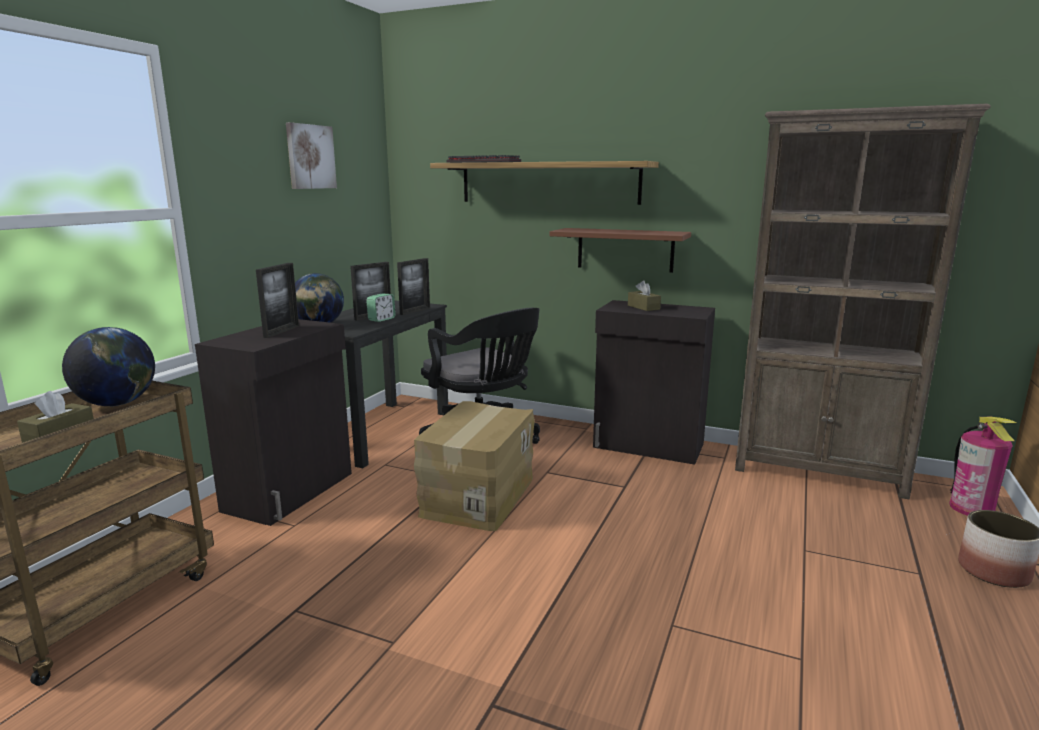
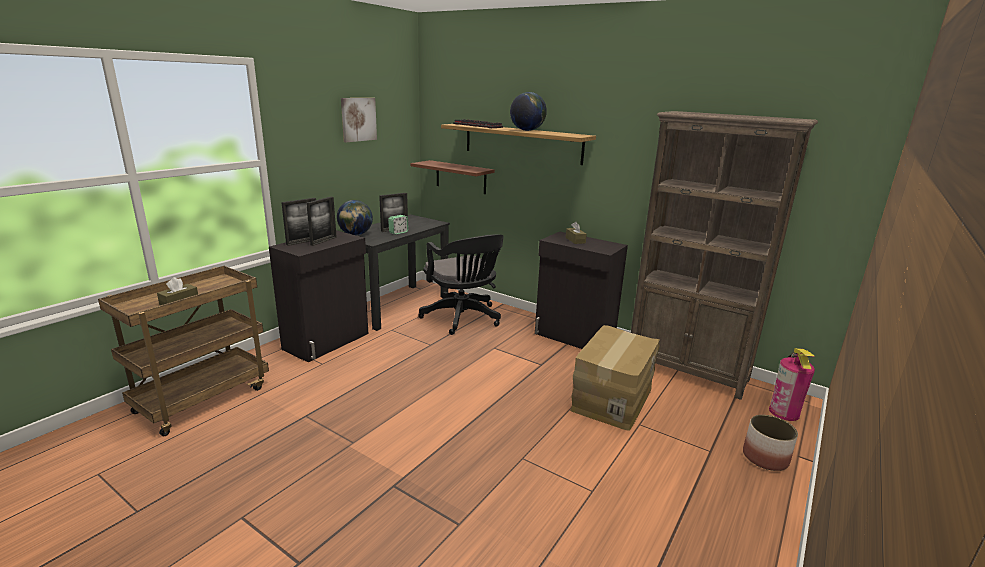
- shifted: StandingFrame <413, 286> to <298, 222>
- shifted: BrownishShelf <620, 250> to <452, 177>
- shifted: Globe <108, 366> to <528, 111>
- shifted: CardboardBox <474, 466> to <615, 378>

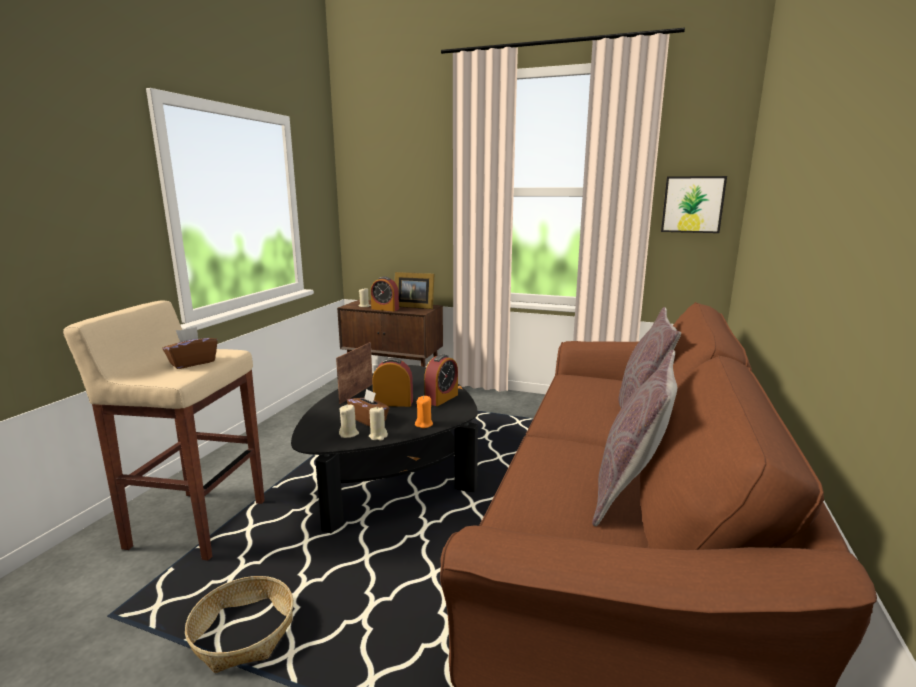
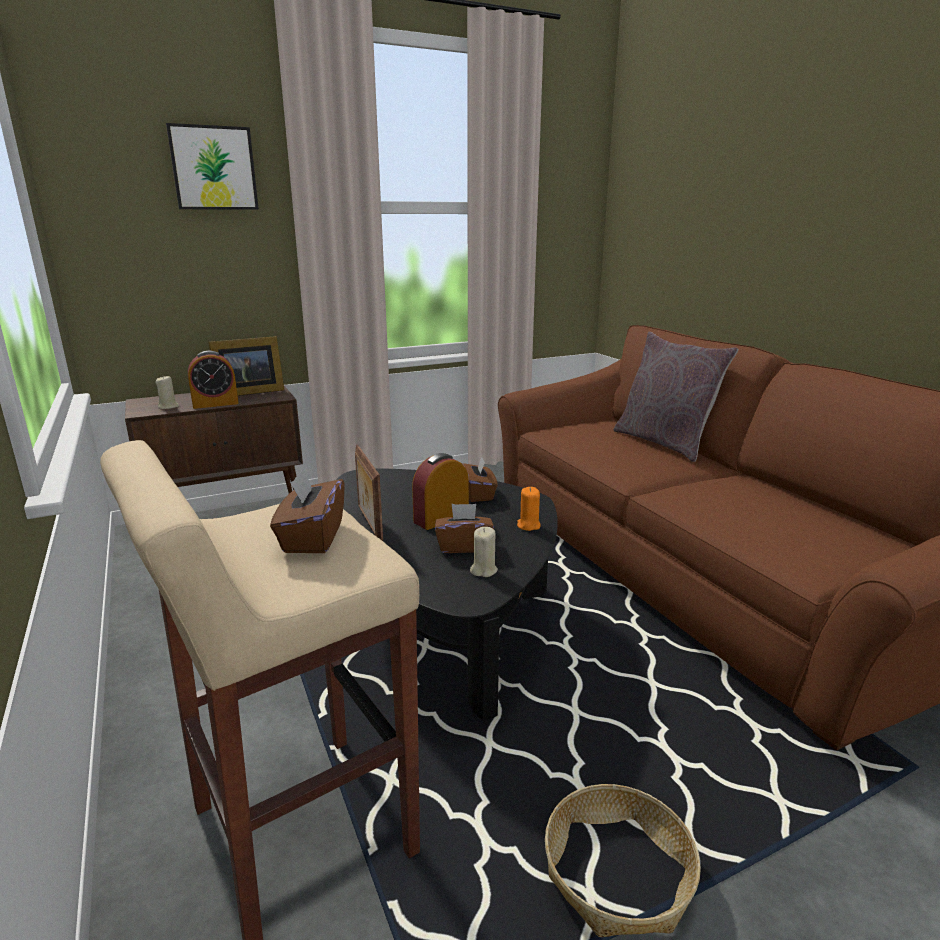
- shifted: WallArt <694, 204> to <212, 166>
- swapped: TableClock <441, 380> to BrownishTissueHolder <480, 479>
- gone: SandColouredCandle <378, 424>
- gone: GreyCushion <634, 438>

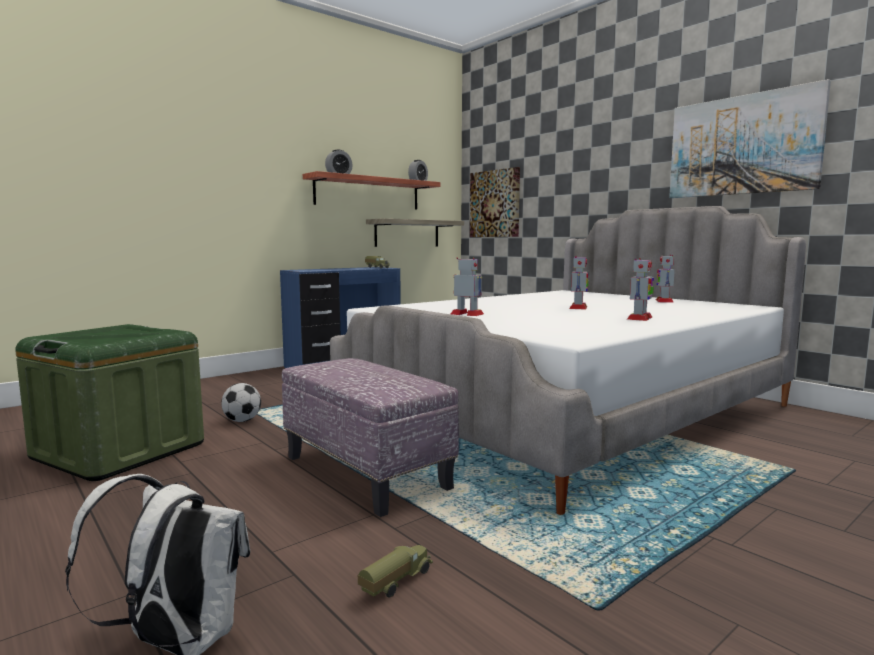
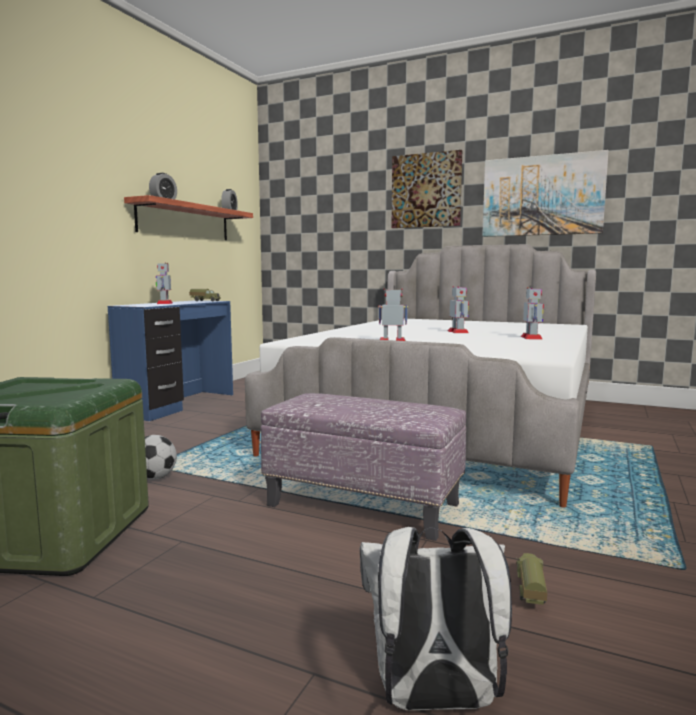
- shifted: ToyRobot <665, 279> to <164, 283>
- shifted: WallArt <495, 202> to <426, 189>
- gone: Shelf <415, 232>

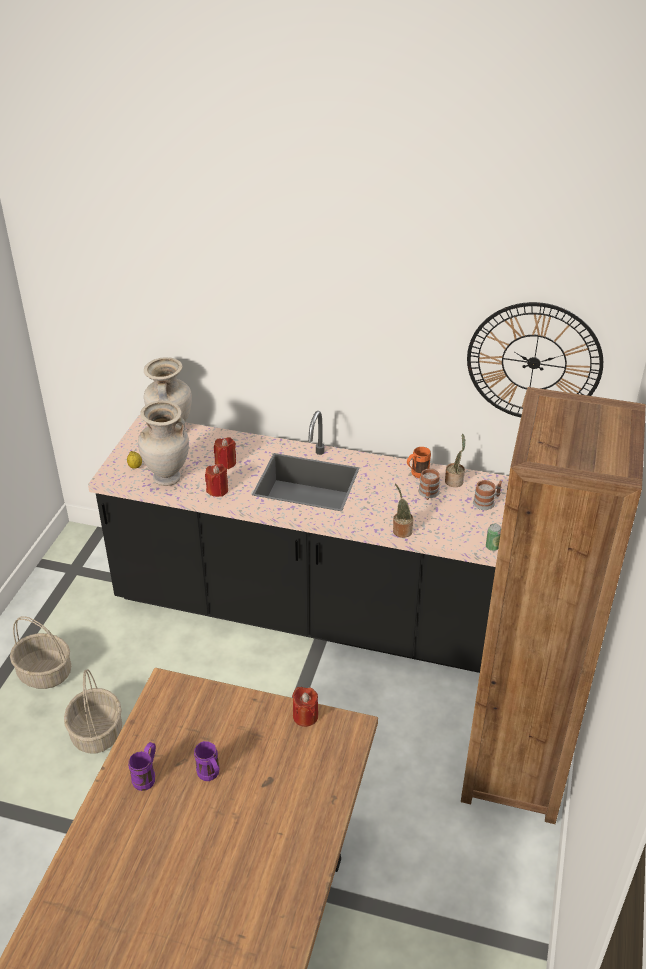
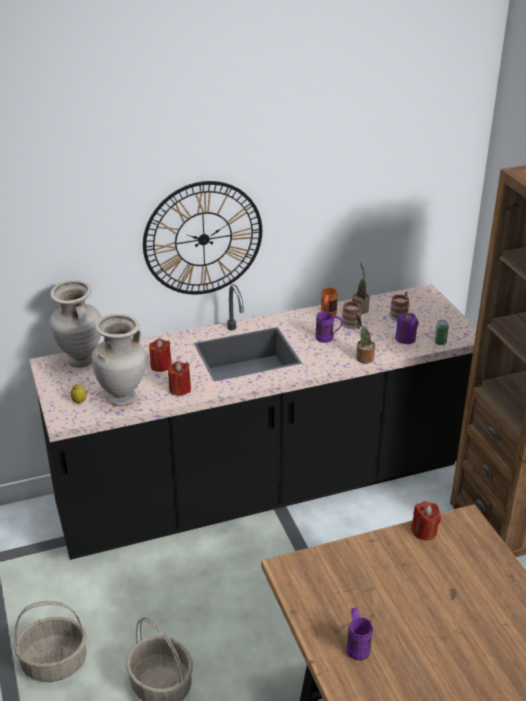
- shifted: HangingClock <535, 359> to <202, 238>
- shifted: PurpleColouredMug <206, 761> to <329, 327>
- new: PurpleColouredCandle <407, 328>

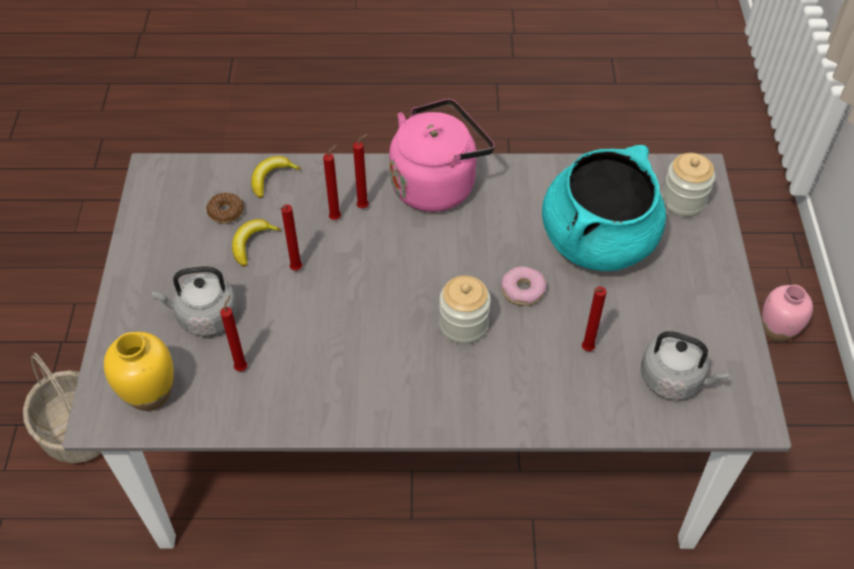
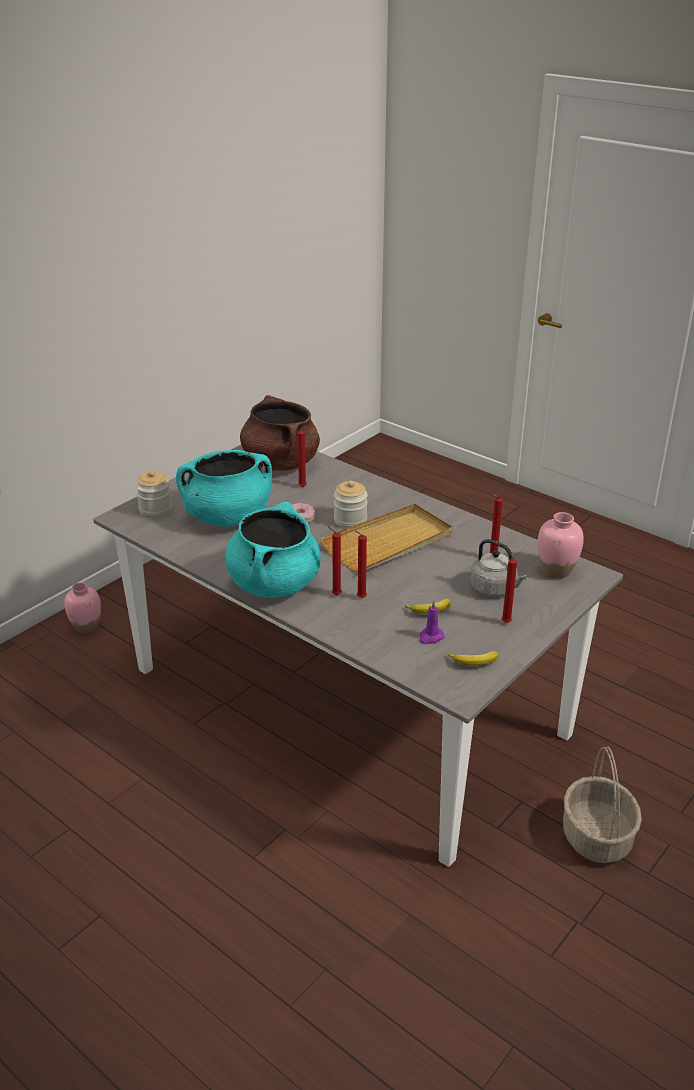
- swapped: PinkWaterKettle <442, 155> to BlueGreenSaucepot <273, 550>
- swapped: GreyWaterKettle <685, 365> to BrownishSaucepot <280, 433>
- new: SandColouredTray <386, 538>
- swapped: Donut <225, 208> to PurpleColouredCandle <432, 622>
- shifted: WholeBanana <276, 177> to <473, 658>
- shifted: ReddishCandle <291, 237> to <512, 587>
- repainted: YellowVase <139, 371> to PinkVase <561, 545>

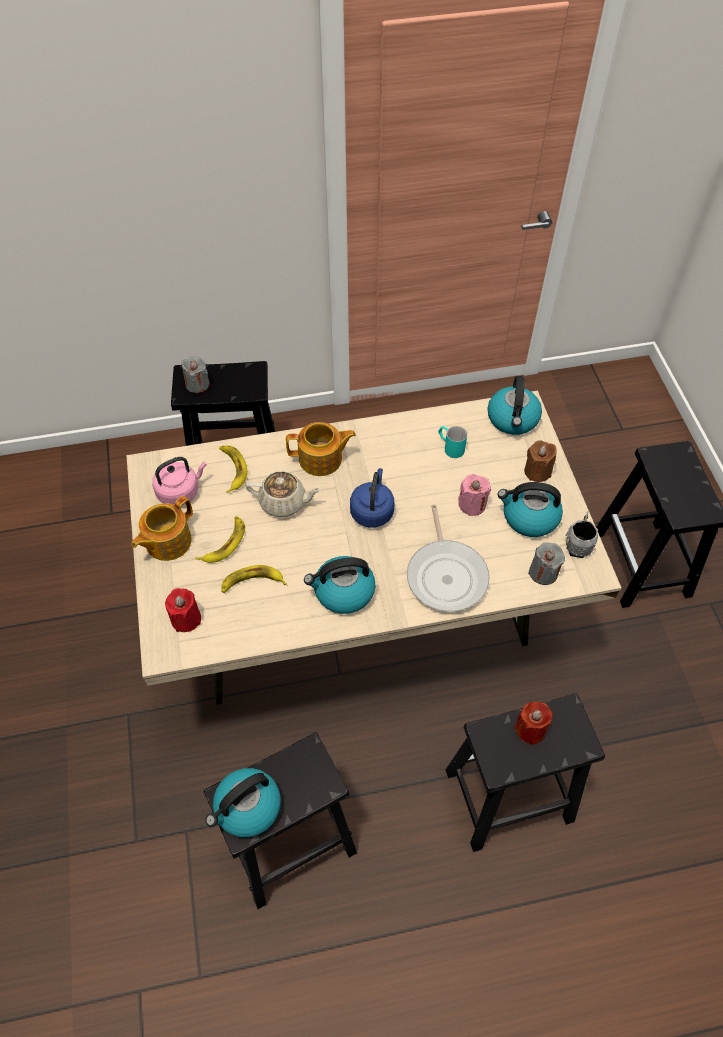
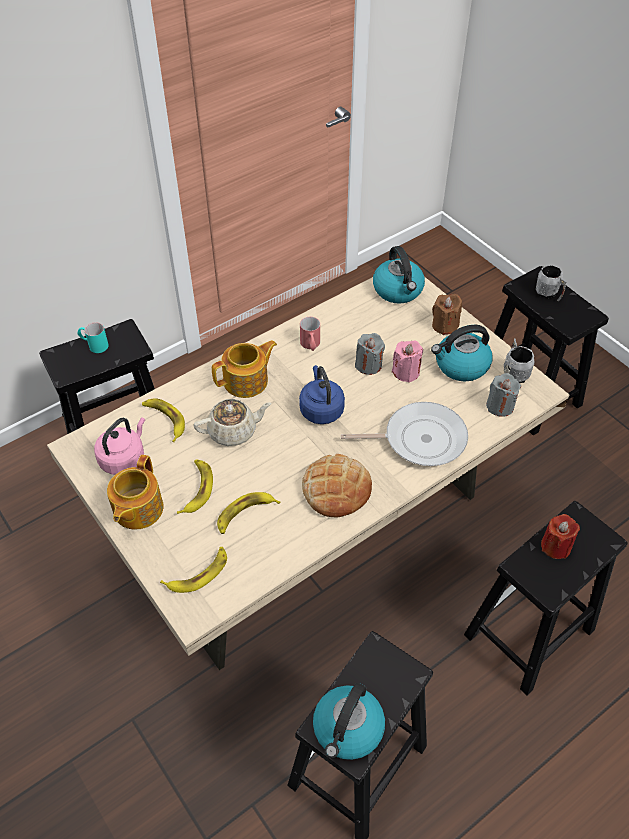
- shifted: BlueGreenMug <452, 442> to <93, 337>
- swapped: ReddishCandle <183, 610> to WholeBanana <193, 570>
- new: ReddishMug <310, 334>
- swapped: WaterKettle <340, 585> to Bread <337, 485>
- rotated: FryingPan <448, 558> = <404, 434> 60 degrees counterclockwise
- shifted: GreyCandle <195, 374> to <370, 354>
- new: GreyMug <551, 283>

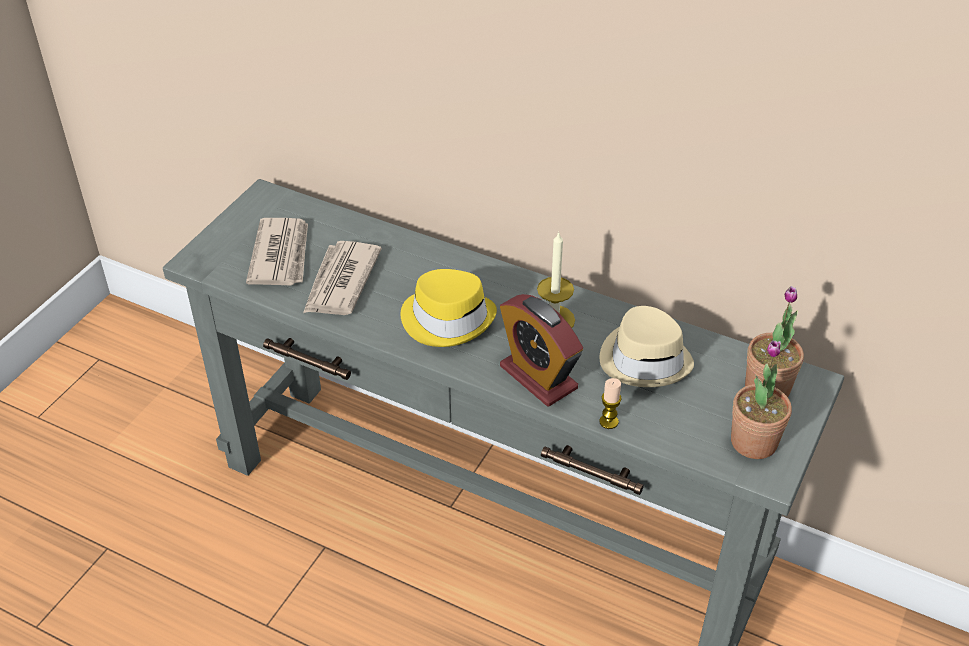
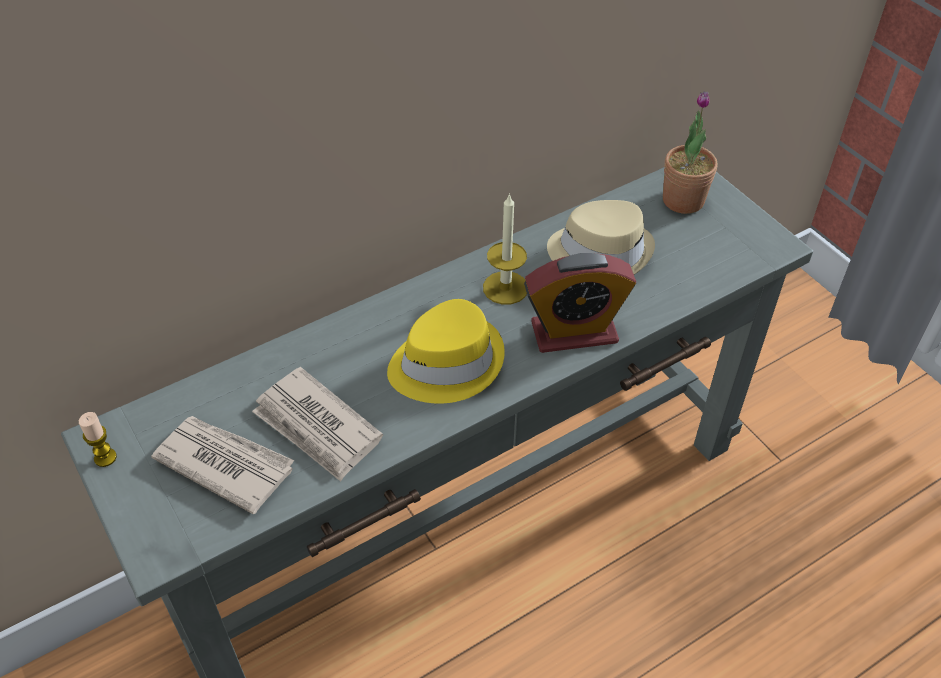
- shifted: Candle <610, 403> to <98, 439>
- gone: PottedPlant <761, 399>

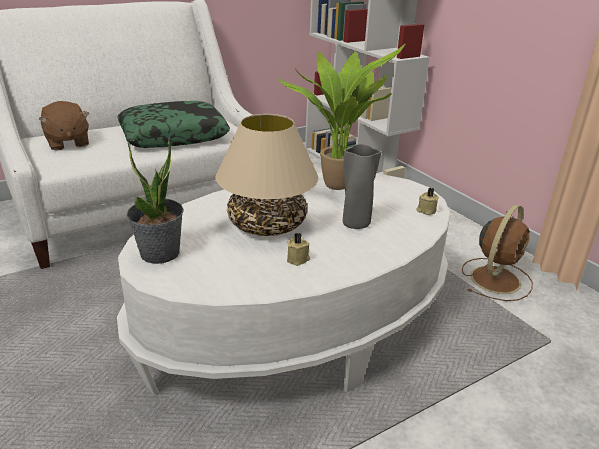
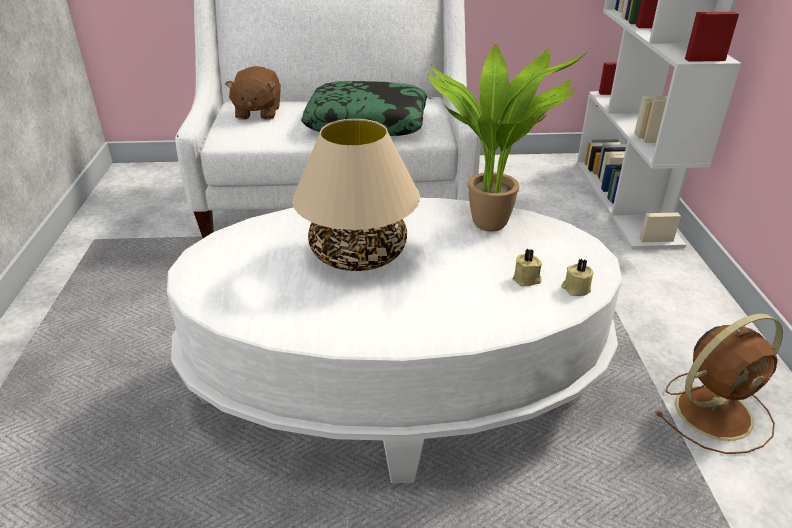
- shifted: SandColouredCandle <298, 249> to <527, 268>
- gone: PottedPlant <155, 200>
- gone: GreyVase <362, 186>

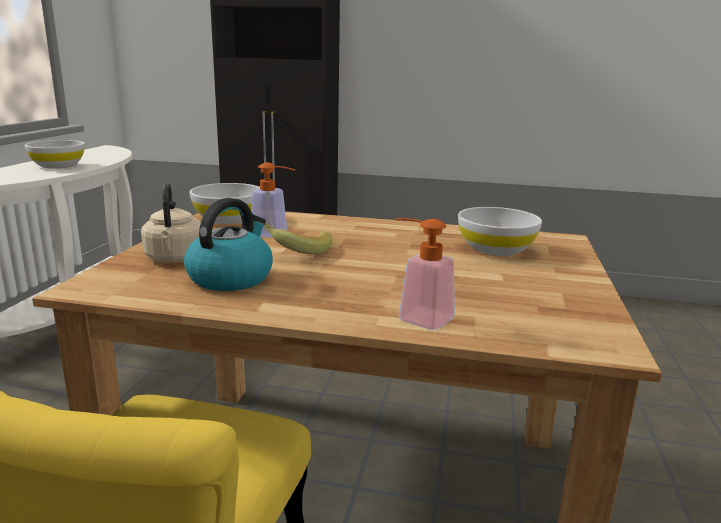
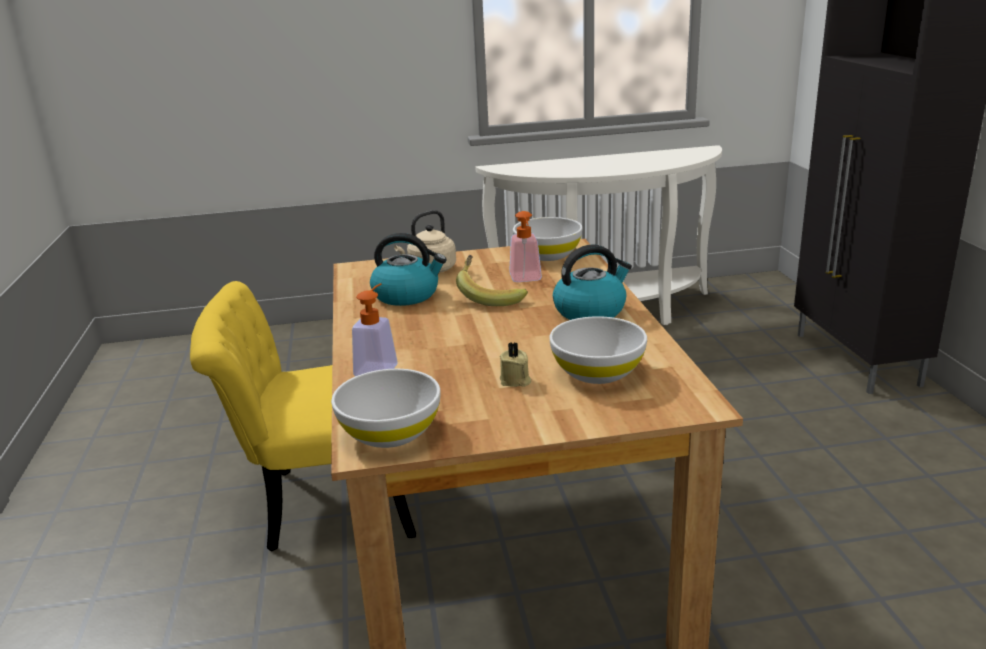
- shifted: WhiteDeepDish <55, 154> to <385, 408>
- new: SandColouredCandle <515, 364>
- new: WaterKettle <592, 282>

